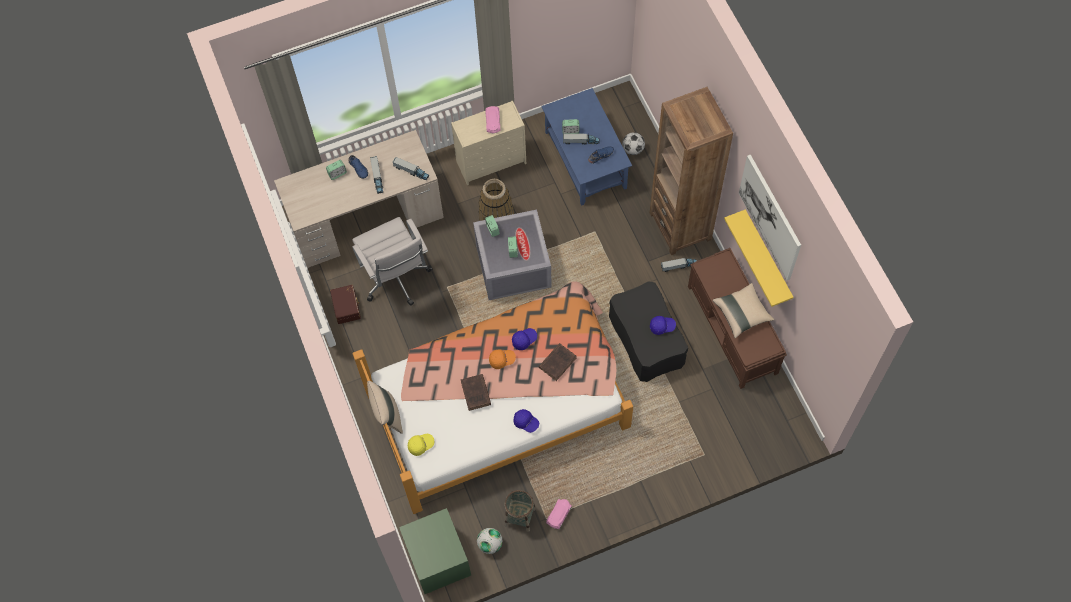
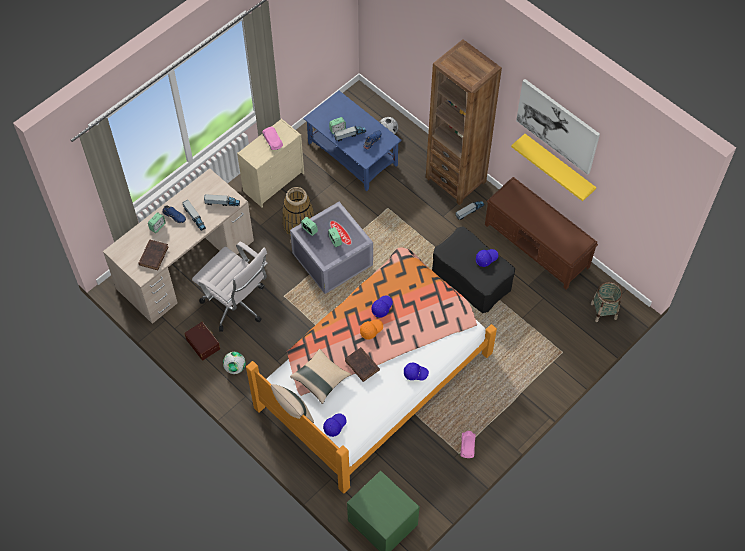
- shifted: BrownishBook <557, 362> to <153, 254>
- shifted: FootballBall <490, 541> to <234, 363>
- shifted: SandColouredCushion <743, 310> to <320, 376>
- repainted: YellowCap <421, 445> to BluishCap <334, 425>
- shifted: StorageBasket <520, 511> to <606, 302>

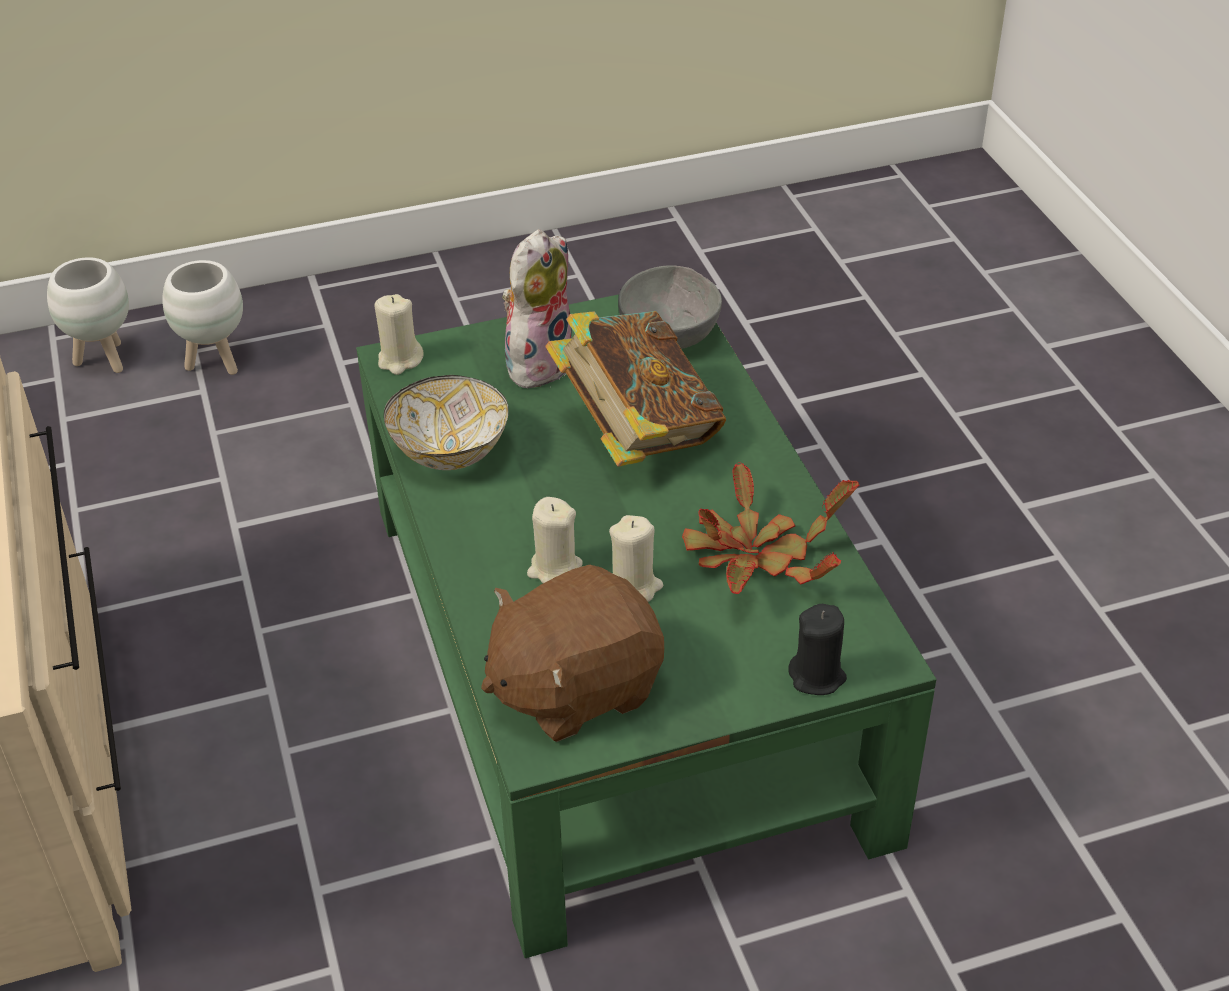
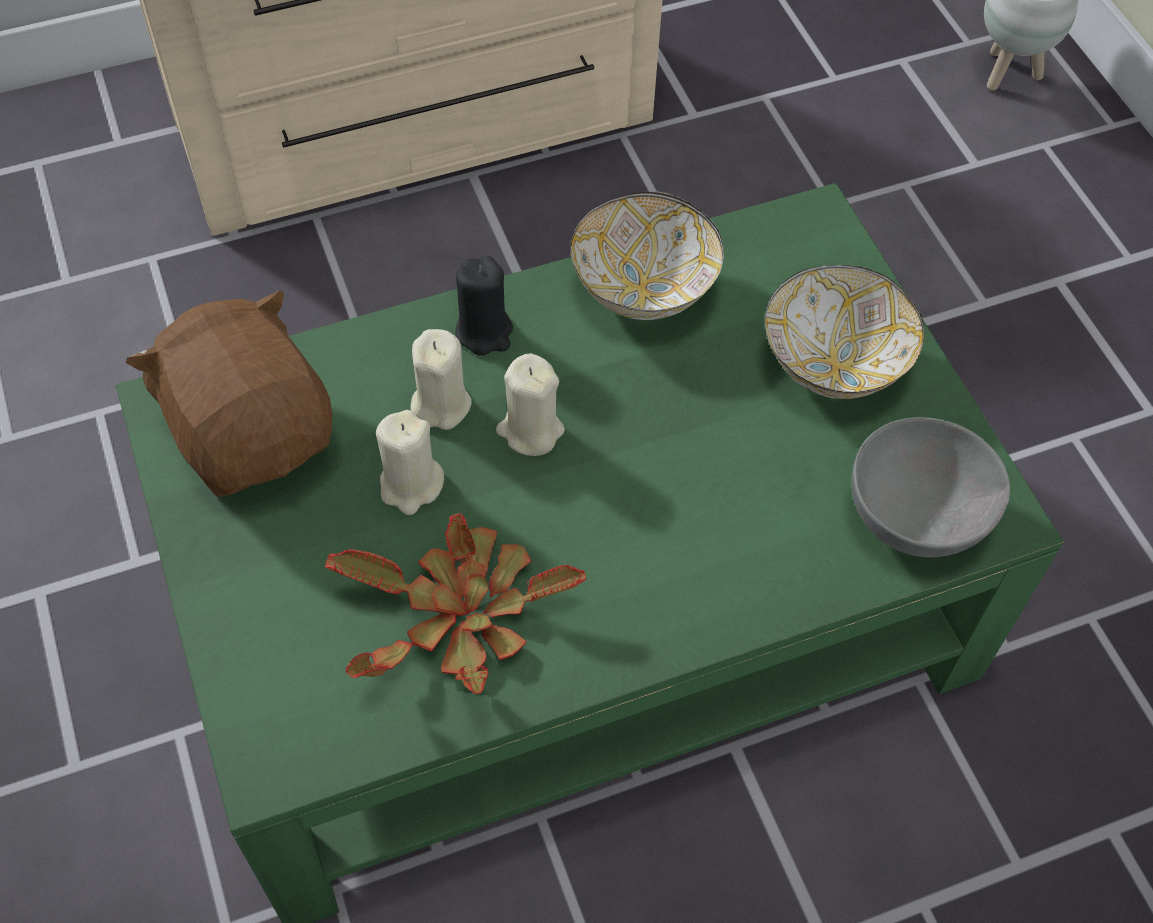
- shifted: BlackishCandle <817, 649> to <484, 306>
- shifted: SandColouredCandle <398, 334> to <530, 404>
- swapped: SoftToy <537, 310> to DeepDish <844, 332>
- gone: WhitePlantPot <203, 317>
- gone: Book <635, 389>

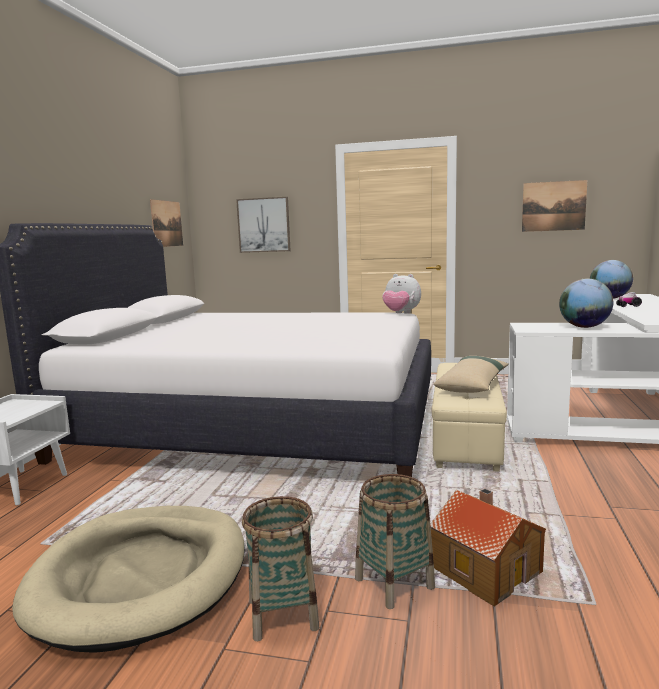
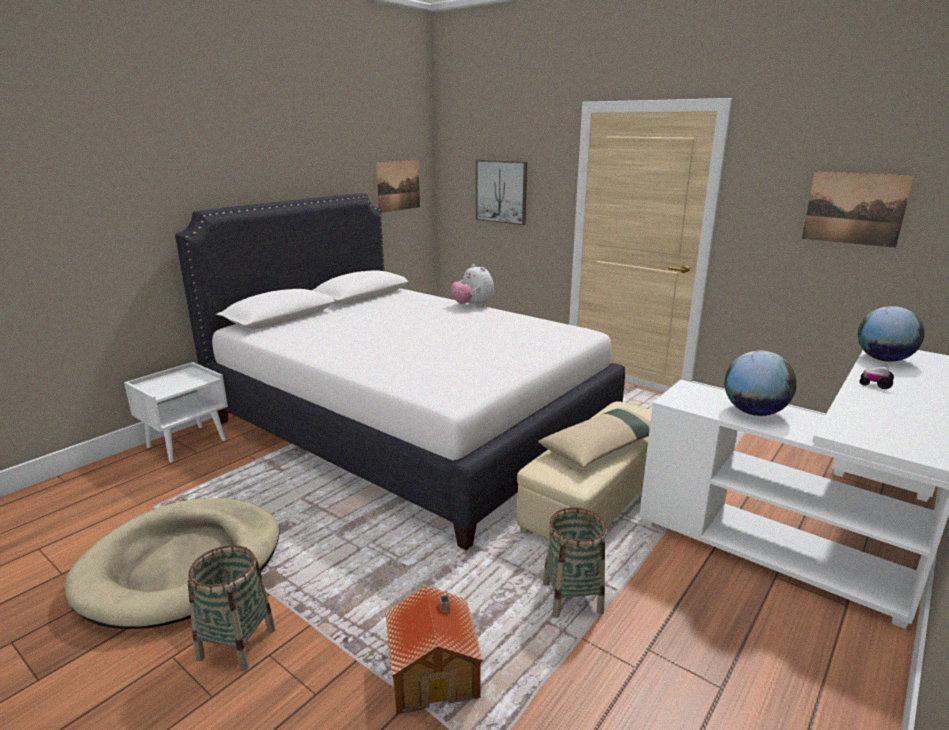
- shifted: SoftToy <401, 294> to <472, 285>
- shifted: StorageBasket <395, 541> to <575, 562>

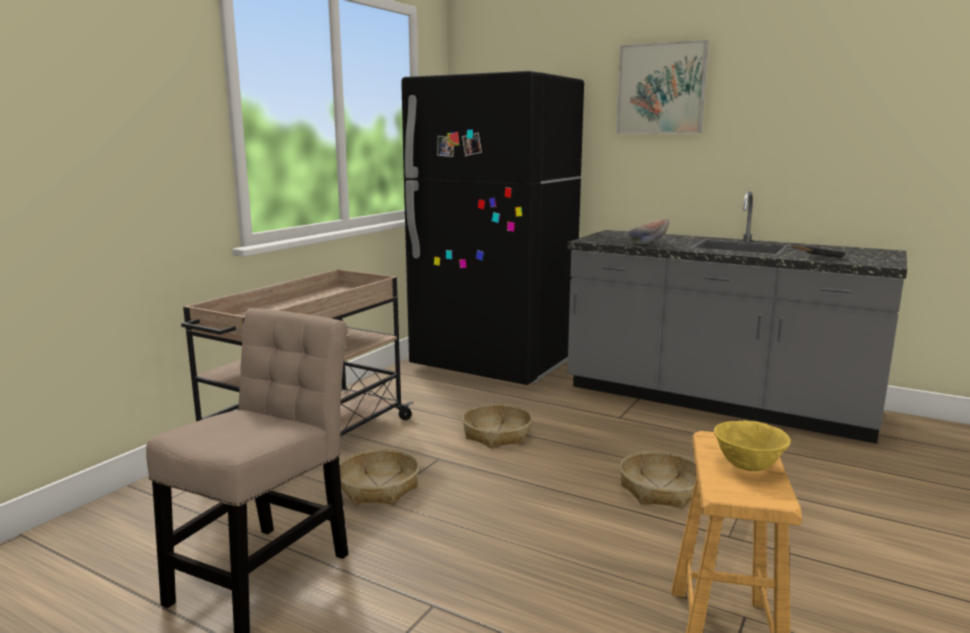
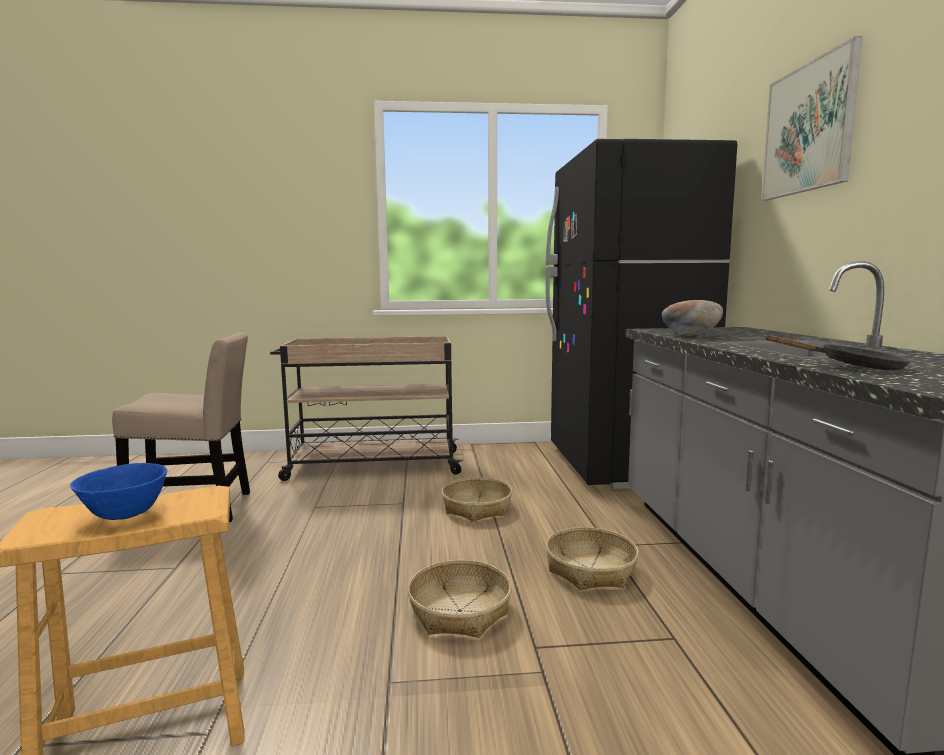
- repainted: YellowDeepDish <752, 445> to BluishDeepDish <118, 491>
- shifted: StorageBasket <379, 476> to <592, 558>

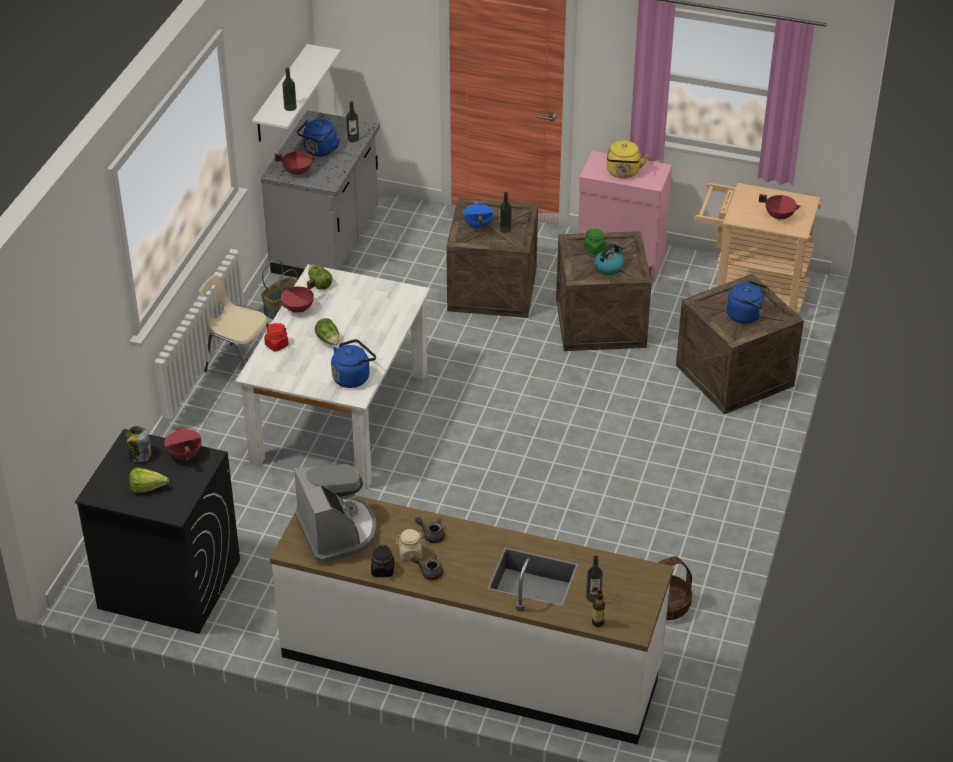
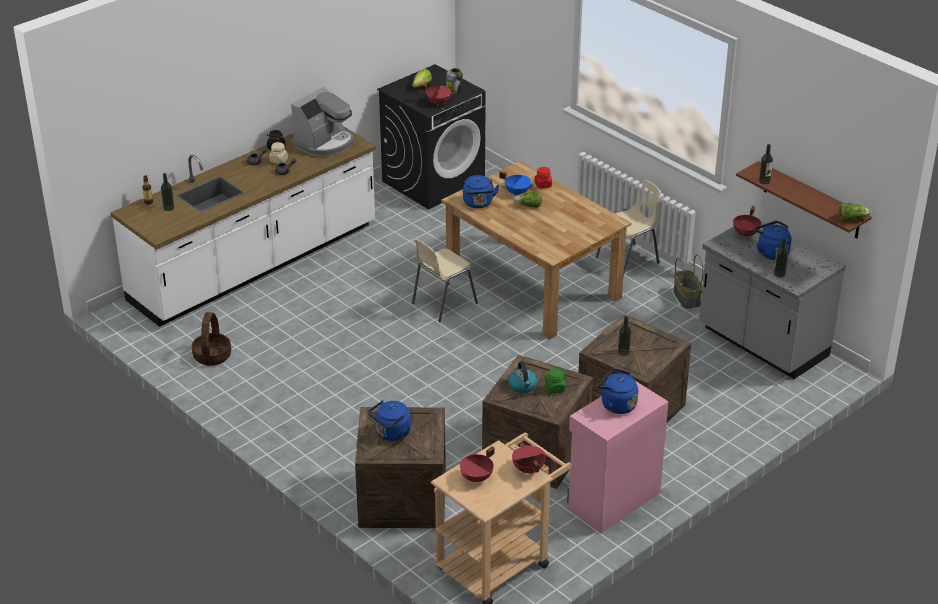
- rotated: CoffeeBrewer <335, 514> = <322, 121> 60 degrees counterclockwise
- new: SandColouredUprightChair <445, 280>
- repainted: WhiteKitchenTable <332, 376> to BrownishKitchenTable <536, 250>
- shifted: BluishSaucepot <478, 216> to <517, 183>
- shifted: ReddishSaucepot <298, 295> to <529, 459>
- repainted: YellowWaterKettle <627, 159> to BluishWaterKettle <617, 391>
- repainted: WhiteShelf <296, 93> to BrownishShelf <803, 200>
- shifted: HeadOfLettuce <320, 277> to <855, 212>

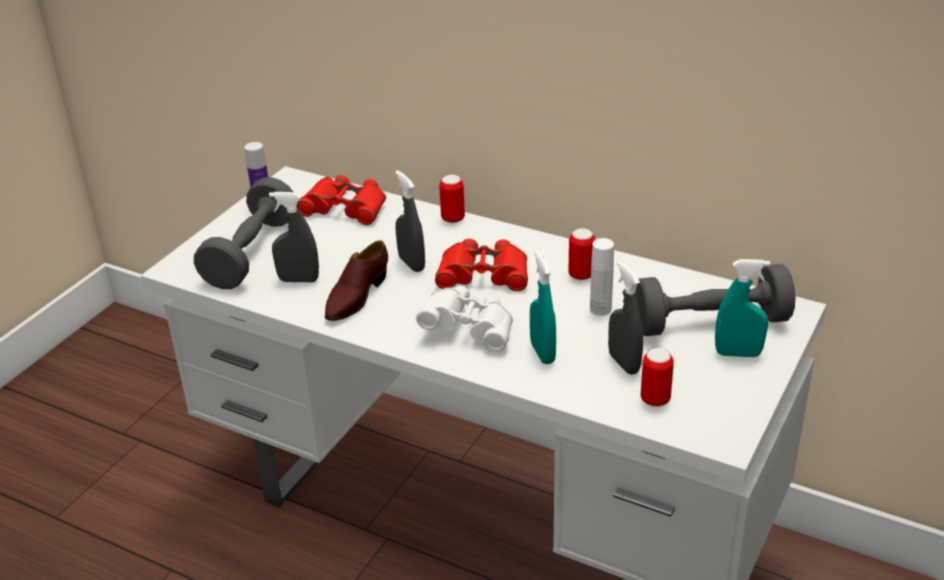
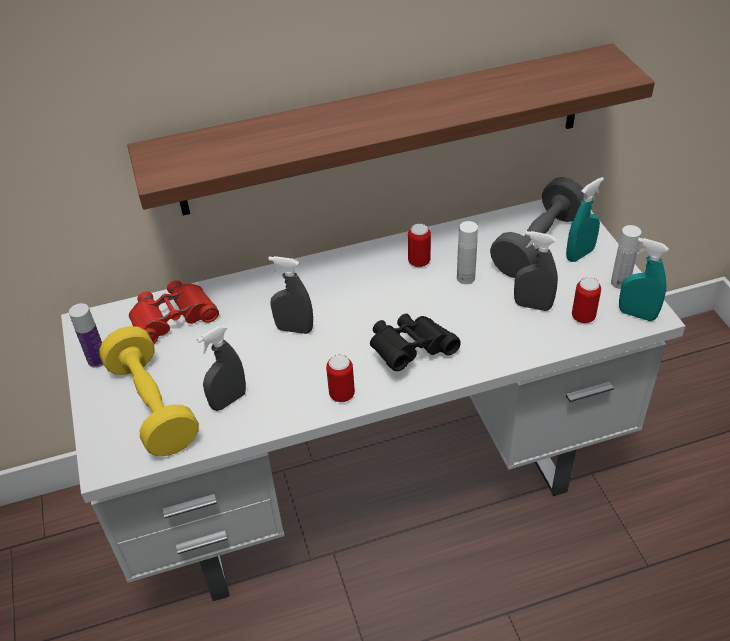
- repainted: GreyDumbbell <246, 233> to YellowDumbbell <149, 391>
- new: Shelf <391, 129>
- shifted: SealedCan <452, 199> to <340, 378>
- repainted: WhiteBinoculars <464, 318> to BlackishBinoculars <415, 342>
- new: WhiteDrinkBottle <626, 257>
- shifted: BlueGreenSprayBottle <543, 307> to <644, 279>
- gone: BrownishShoe <356, 280>
- gone: ReddishBinoculars <481, 265>

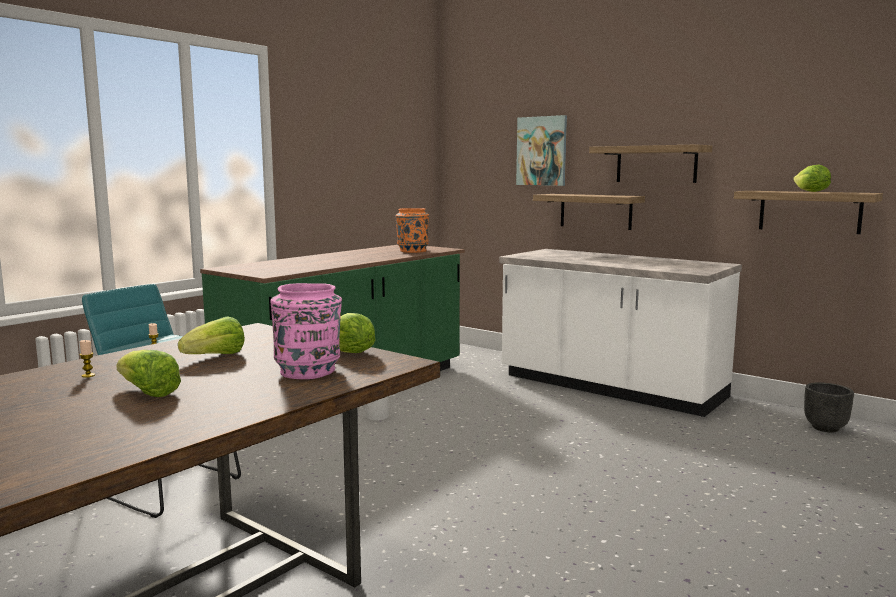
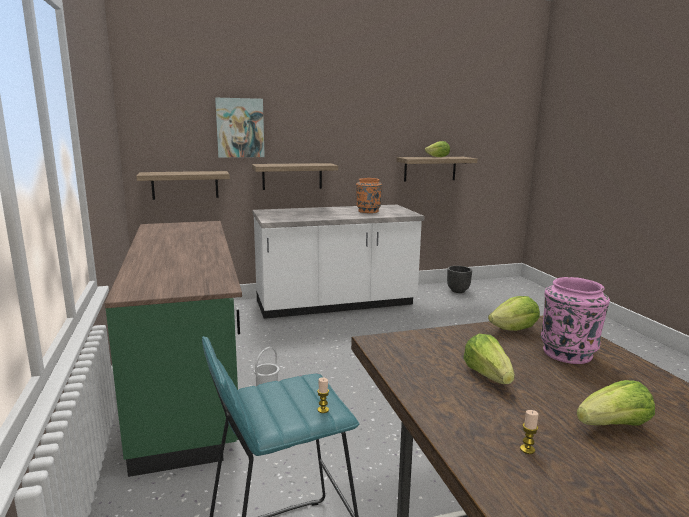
- shifted: Shelf <650, 163> to <183, 185>
- shifted: OrangeVase <412, 230> to <369, 195>

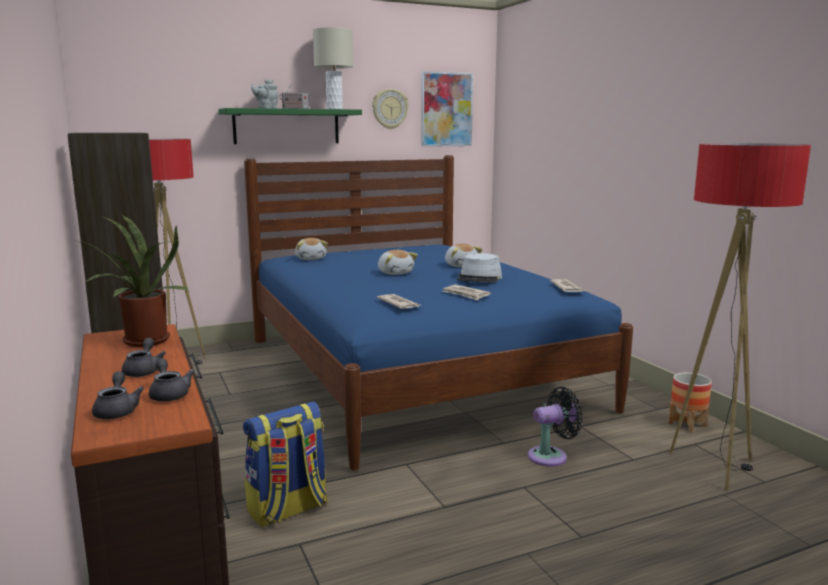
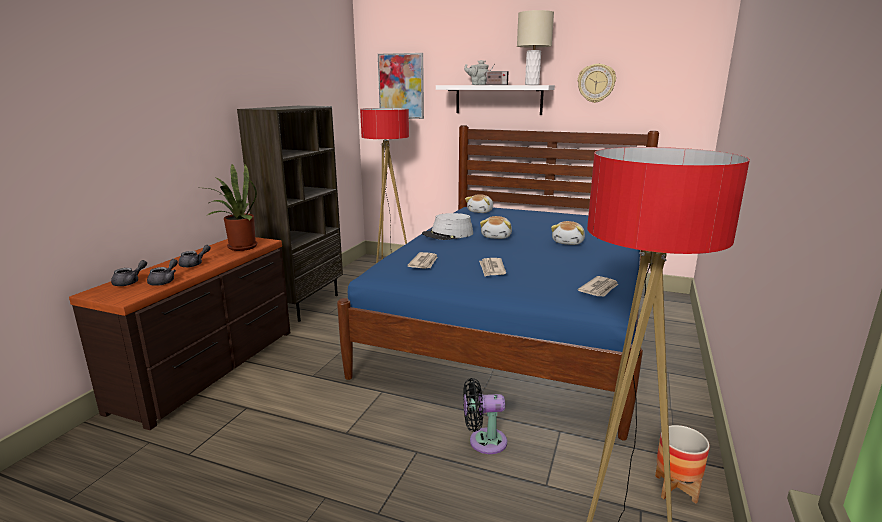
- shifted: WallArt <447, 109> to <401, 86>
- shifted: GreyWearableHat <479, 268> to <447, 226>
- repainted: GreenShelf <290, 126> to WhiteShelf <495, 100>
- rotated: BlackishCoolingFan <555, 427> = <485, 416> 150 degrees clockwise
- gone: Backpack <285, 464>

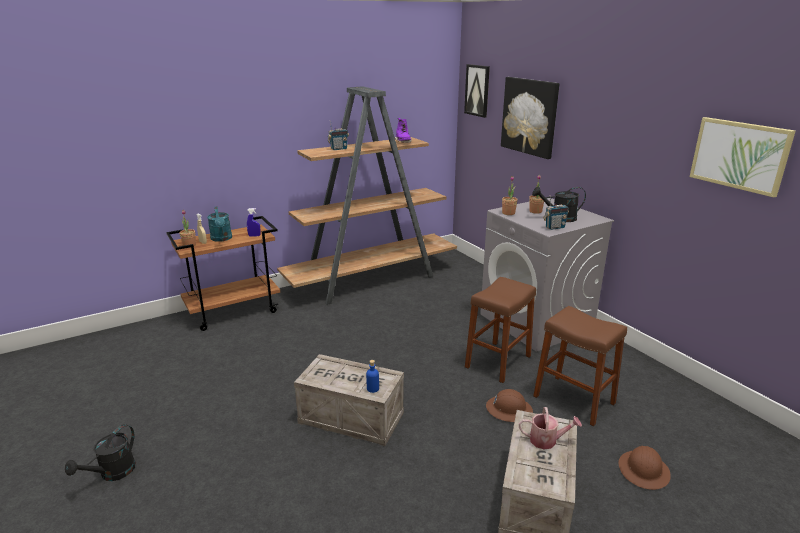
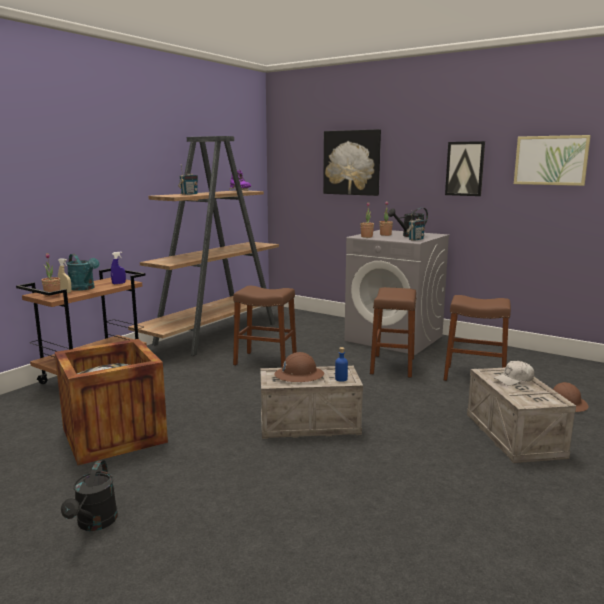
- new: Crate <111, 402>
- new: BrownishSittingStool <265, 327>
- shifted: BrownishHardHat <509, 405> to <299, 367>
- shifted: WallArt <477, 91> to <465, 168>
- swapped: SprinklingCan <550, 428> to WhiteCap <514, 373>

